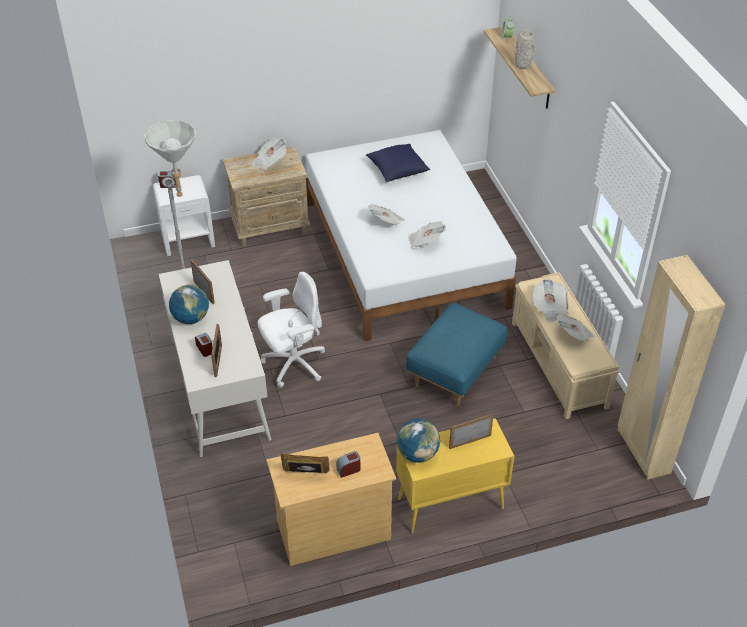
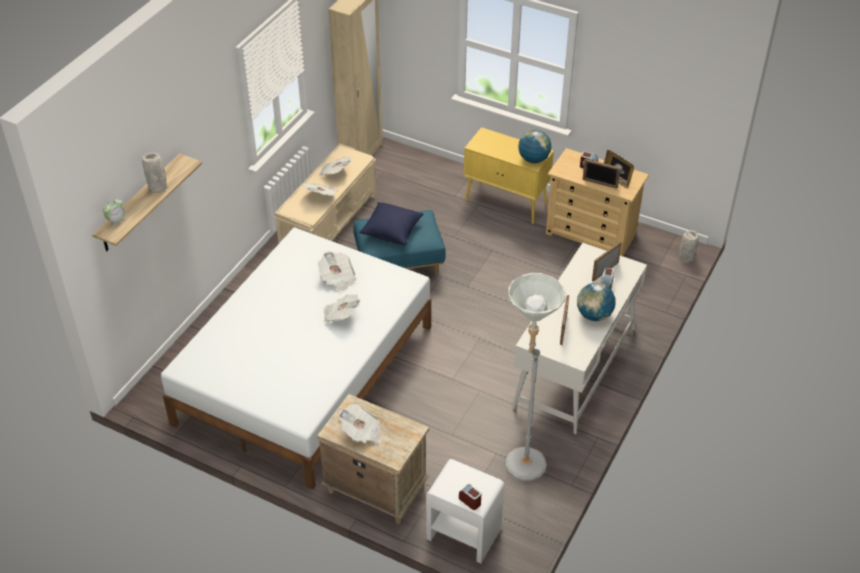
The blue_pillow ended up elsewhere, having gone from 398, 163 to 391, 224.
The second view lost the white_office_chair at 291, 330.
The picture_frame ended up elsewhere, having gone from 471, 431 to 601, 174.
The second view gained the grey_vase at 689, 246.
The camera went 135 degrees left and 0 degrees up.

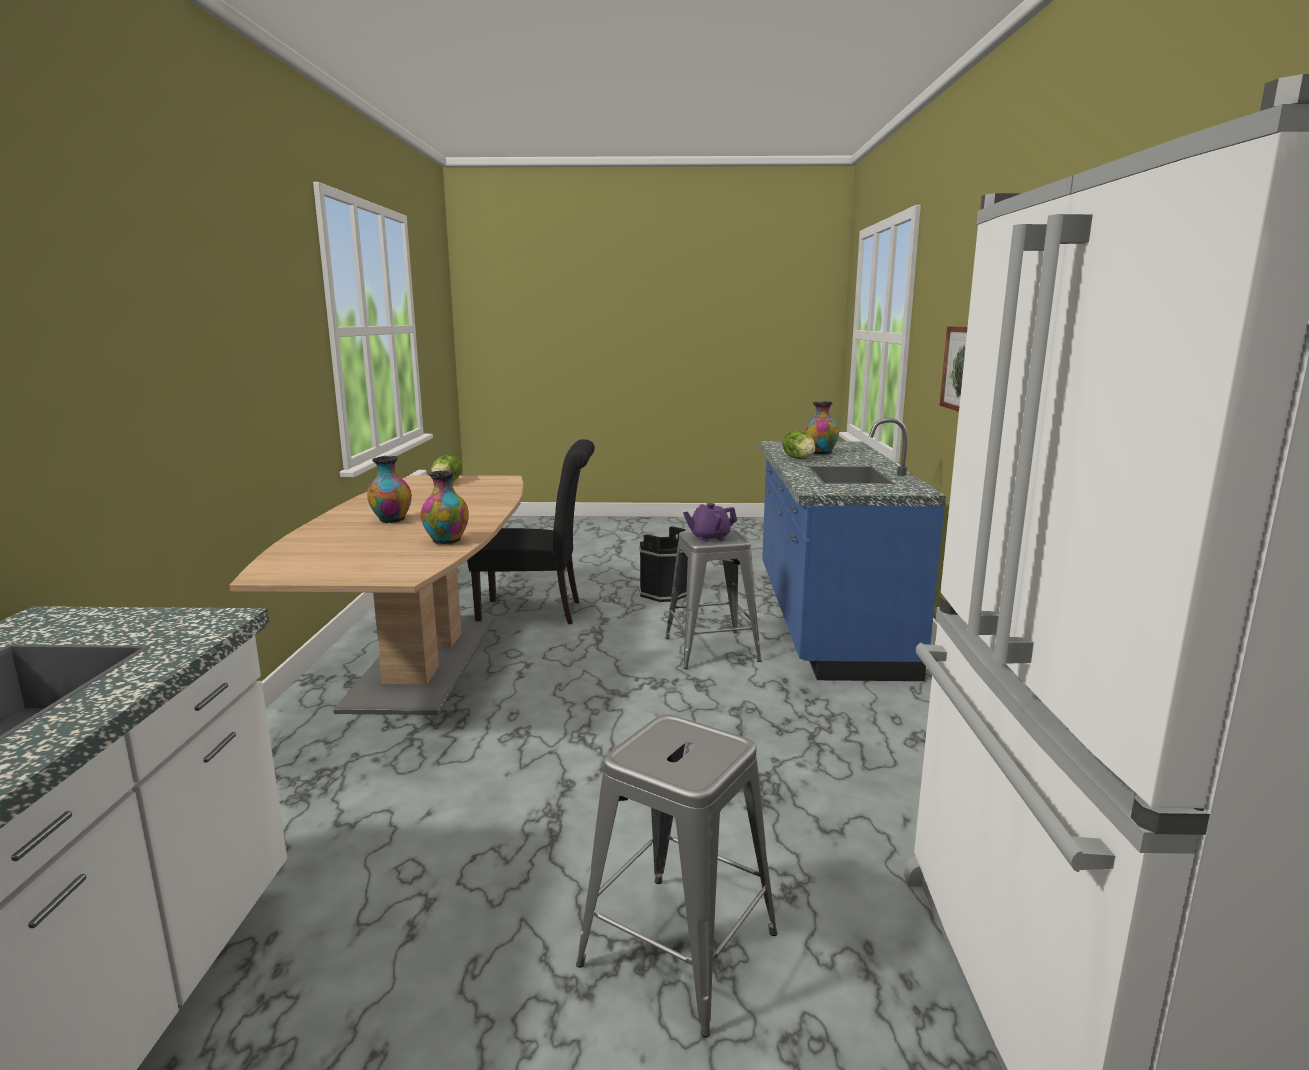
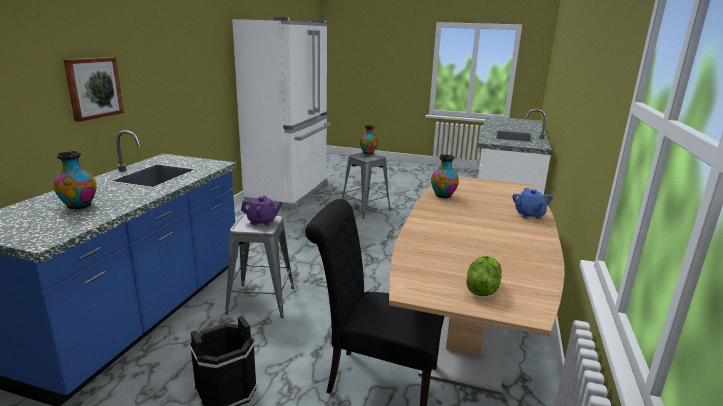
The second view lost the lettuce at 799, 445.
The vase ended up elsewhere, having gone from 389, 489 to 369, 139.
The second view gained the blue_teapot at 532, 203.
The camera went 165 degrees left and 5 degrees up.

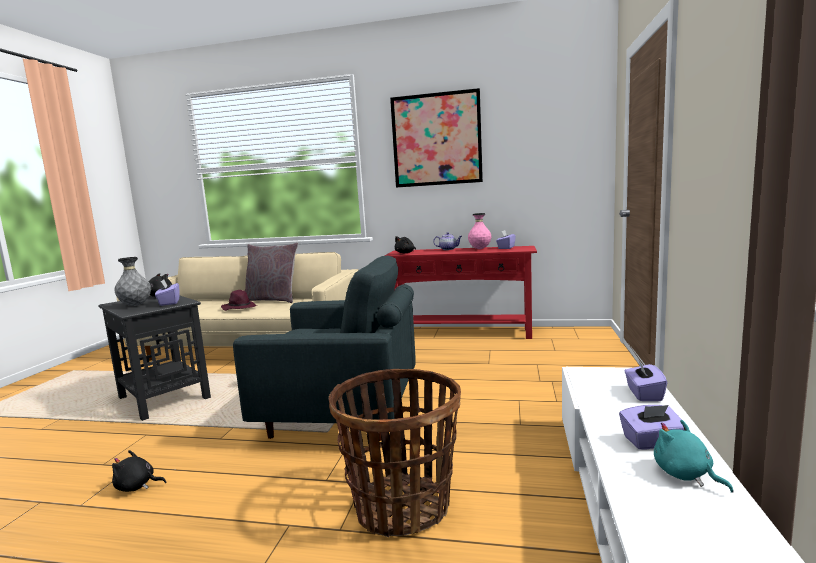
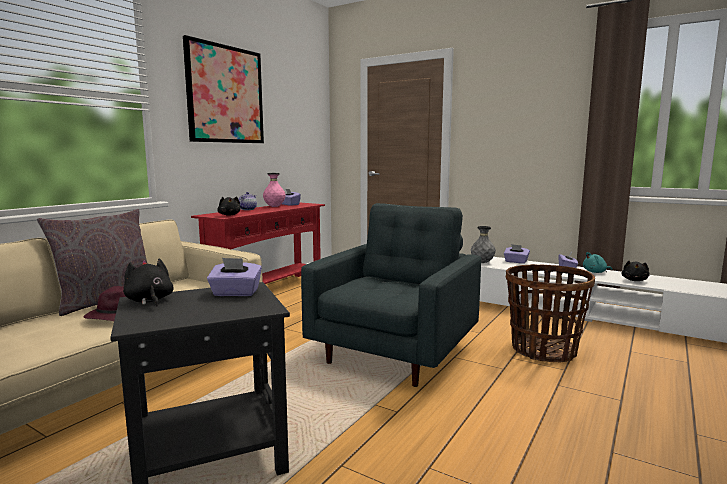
The grey_vase ended up elsewhere, having gone from 132, 281 to 483, 244.
The black_plush_toy ended up elsewhere, having gone from 139, 471 to 635, 271.
The camera went 70 degrees left and 0 degrees up.

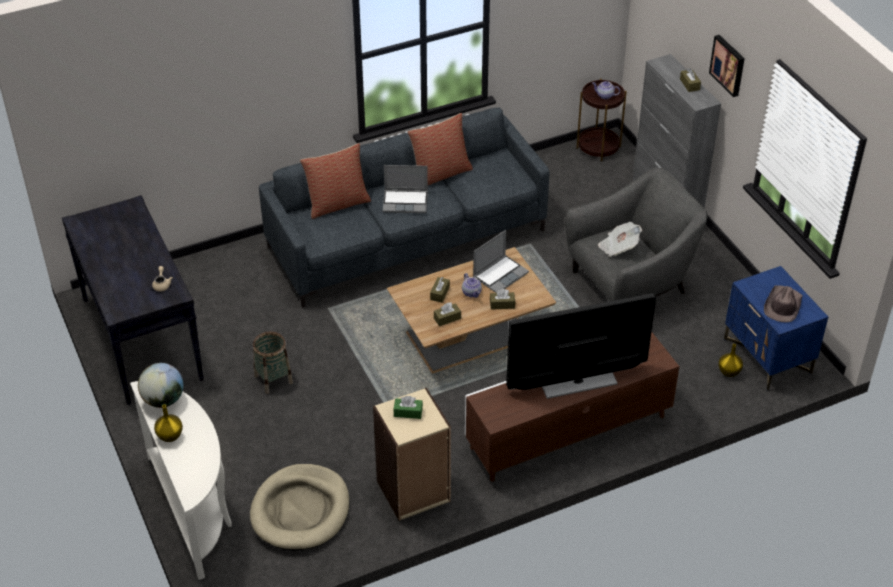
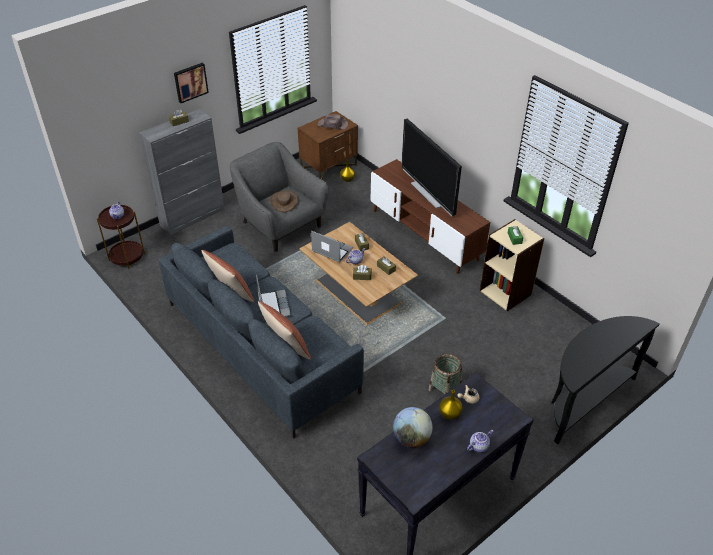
Where the newspaper stood at 620, 239, the brown_hat came to stand at 284, 201.
What was the blue_nightstand at 776, 328 turned into the brown_nightstand at 328, 145.
The globe ended up elsewhere, having gone from 160, 385 to 413, 427.
What was the white_console_table at 181, 480 turned into the black_console_table at 605, 380.
The yellow_vase ended up elsewhere, having gone from 168, 423 to 451, 405.
The second view lost the beige_dog_bed at 300, 507.
The second view gained the teapot at 480, 441.
The camera went 105 degrees left and 0 degrees up.

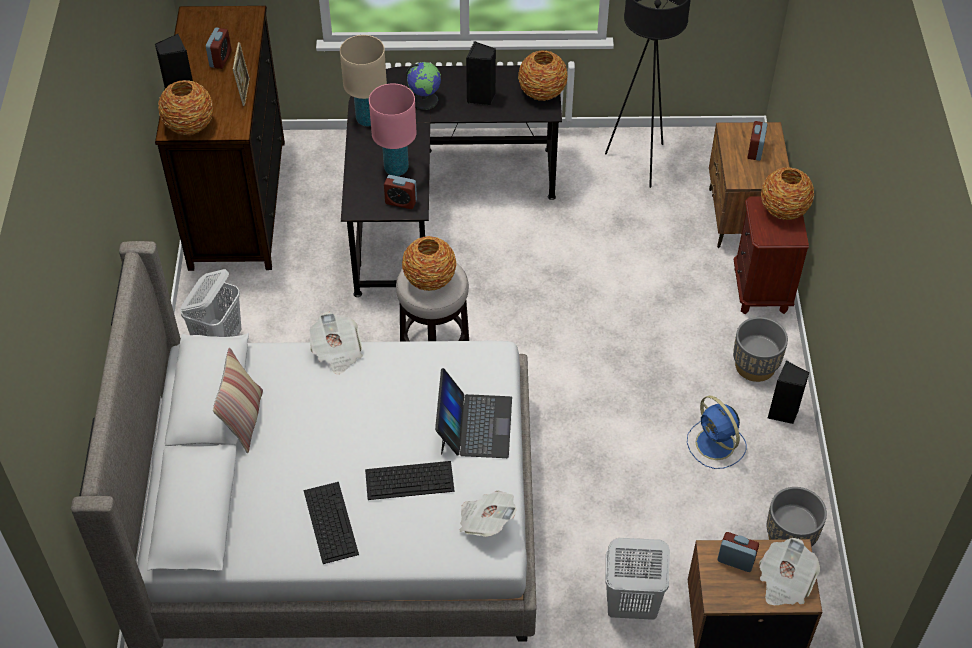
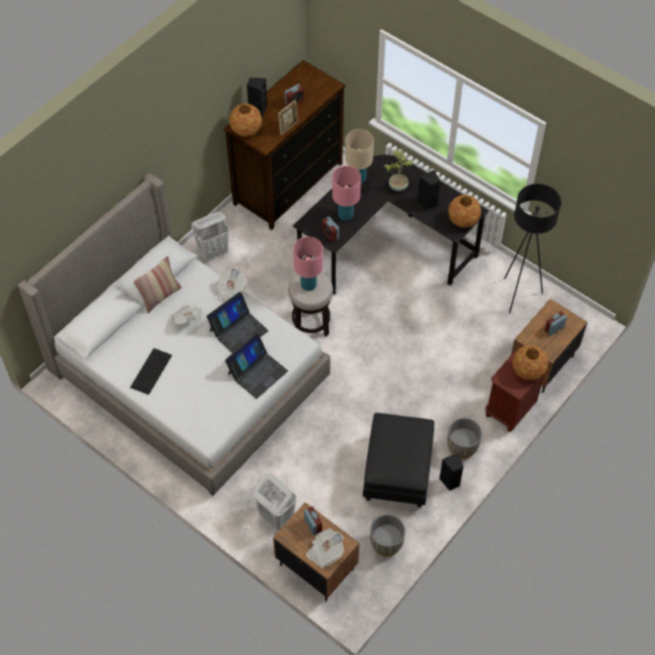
Where the globe stood at 423, 86, the potted_plant came to stand at 398, 170.
Where the vase stood at 429, 263, the pink_table_lamp came to stand at 308, 264.
Where the blue_fan stood at 717, 432, the black_ottoman came to stand at 398, 460.
The second view lost the keyboard at 410, 480.
The newspaper ended up elsewhere, having gone from 488, 513 to 186, 315.
The second view gained the laptop at 237, 322.
The camera went 40 degrees right and 5 degrees up.

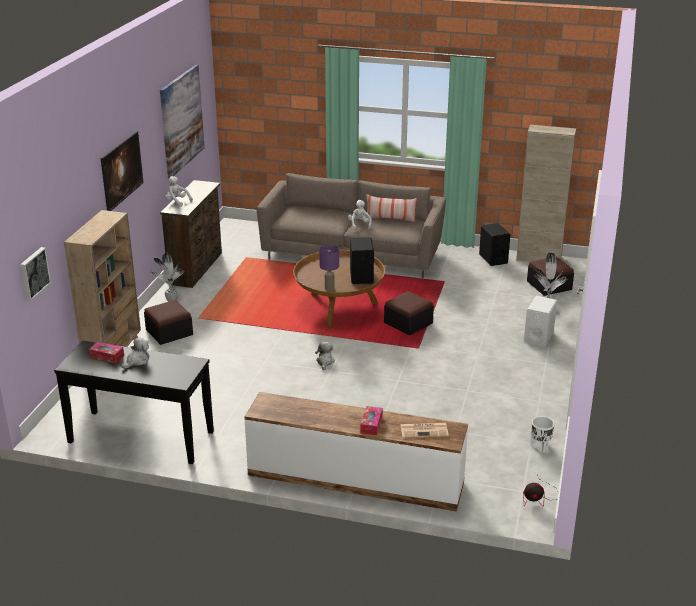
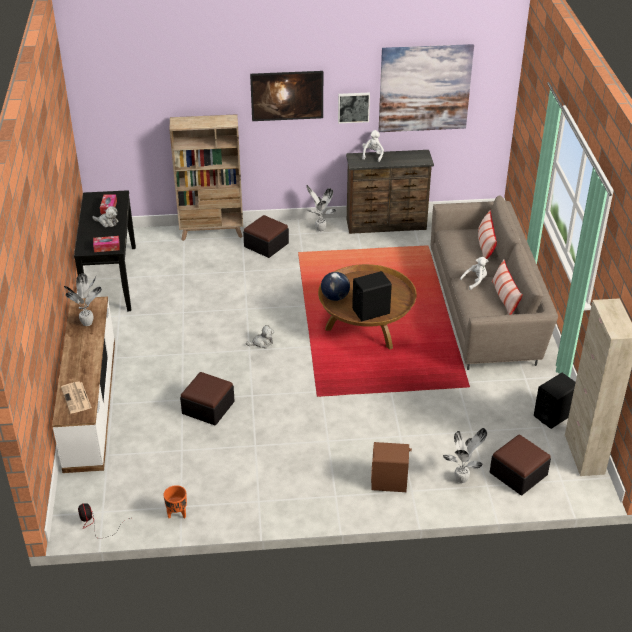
Where the purple_table_lamp stood at 329, 268, the globe came to stand at 335, 286.
The picture ended up elsewhere, having gone from 35, 274 to 354, 107.
The ottoman ended up elsewhere, having gone from 409, 313 to 207, 398.
What was the white_speaker at 540, 321 turned into the brown_speaker at 391, 467.
The tissue_box ended up elsewhere, having gone from 371, 420 to 106, 244.
What was the white_planter at 543, 434 turned into the orange_planter at 175, 501.
The second view gained the pillow at 487, 234.
The second view gained the potted_plant at 83, 300.
The camera went 70 degrees right and 10 degrees up.

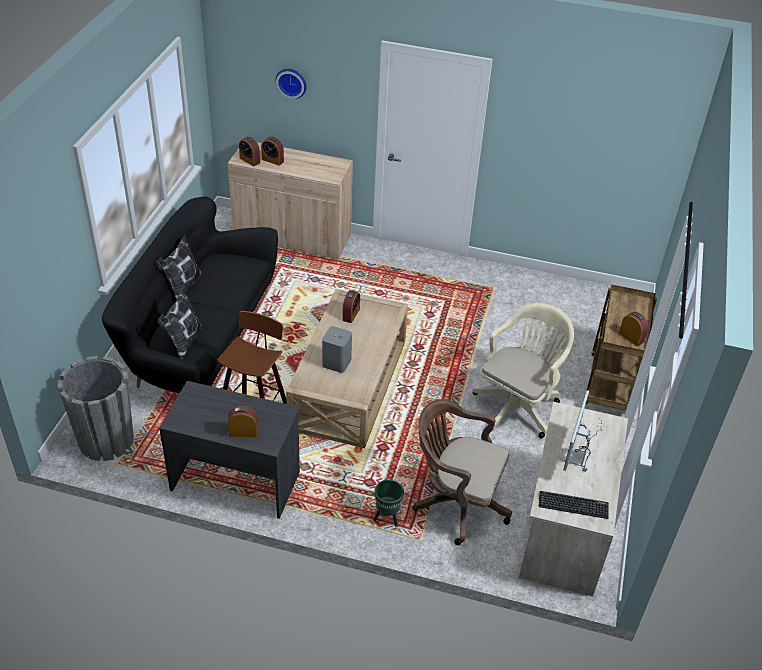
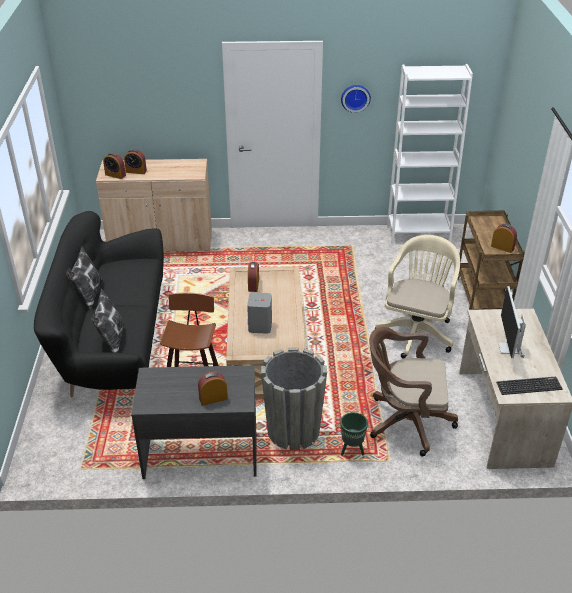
The wall_clock ended up elsewhere, having gone from 290, 84 to 356, 99.
The grey_planter ended up elsewhere, having gone from 96, 408 to 294, 398.
The second view gained the white_bookcase at 430, 154.
The camera went 15 degrees left and 5 degrees down.

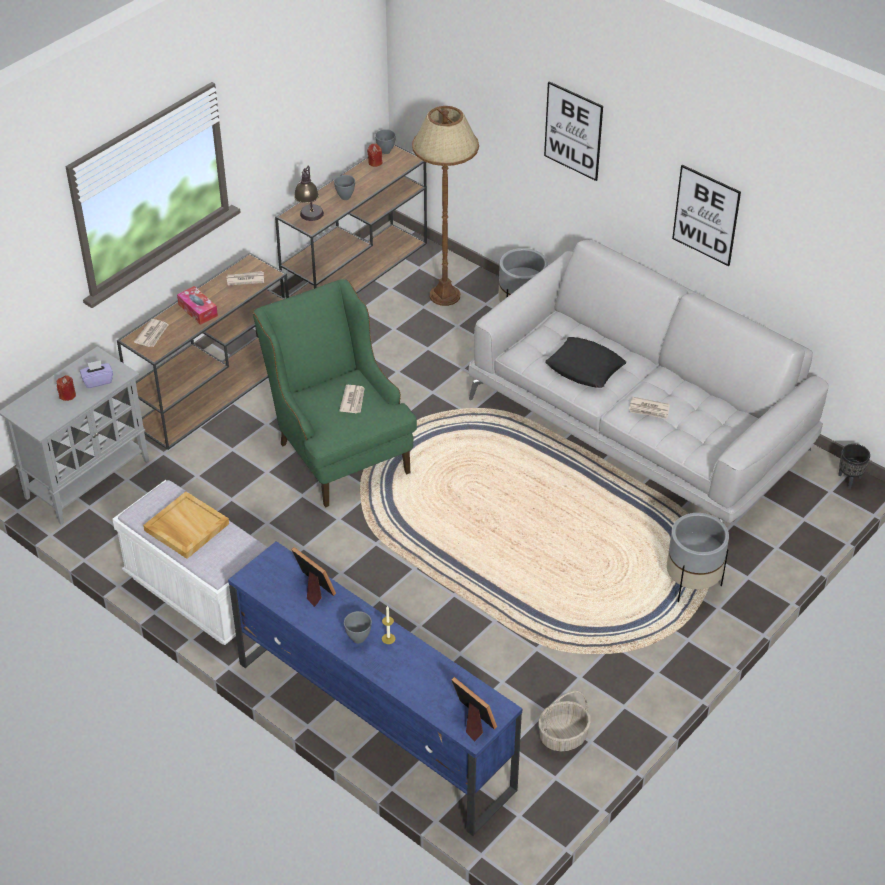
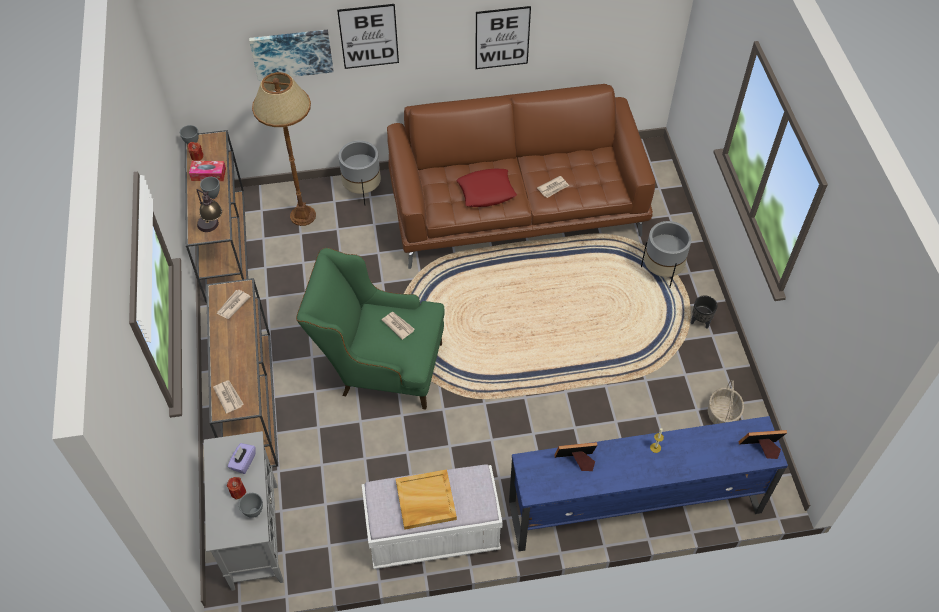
What was the grey_sofa at 648, 381 turned into the brown_sofa at 521, 176.
The tissue_box ended up elsewhere, having gone from 197, 305 to 207, 171.
What was the black_pillow at 585, 362 turned into the red_pillow at 487, 188.
The black_planter ended up elsewhere, having gone from 854, 466 to 704, 312.
The grey_bowl ended up elsewhere, having gone from 358, 627 to 251, 505.
The second view gained the picture at 291, 55.
The camera went 50 degrees left and 10 degrees up.

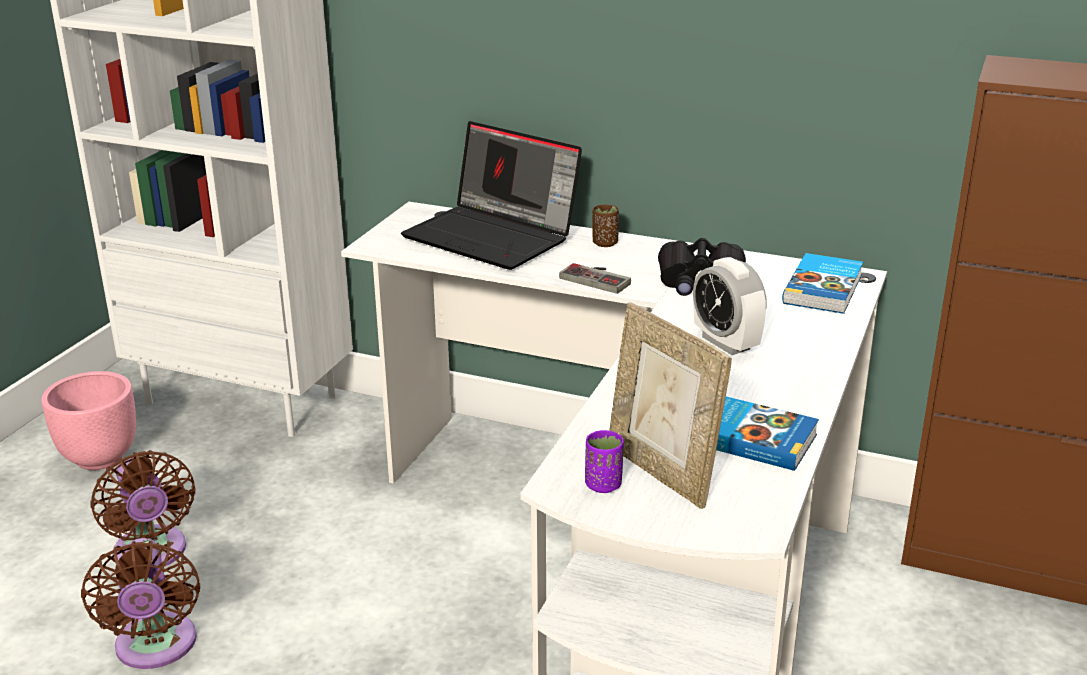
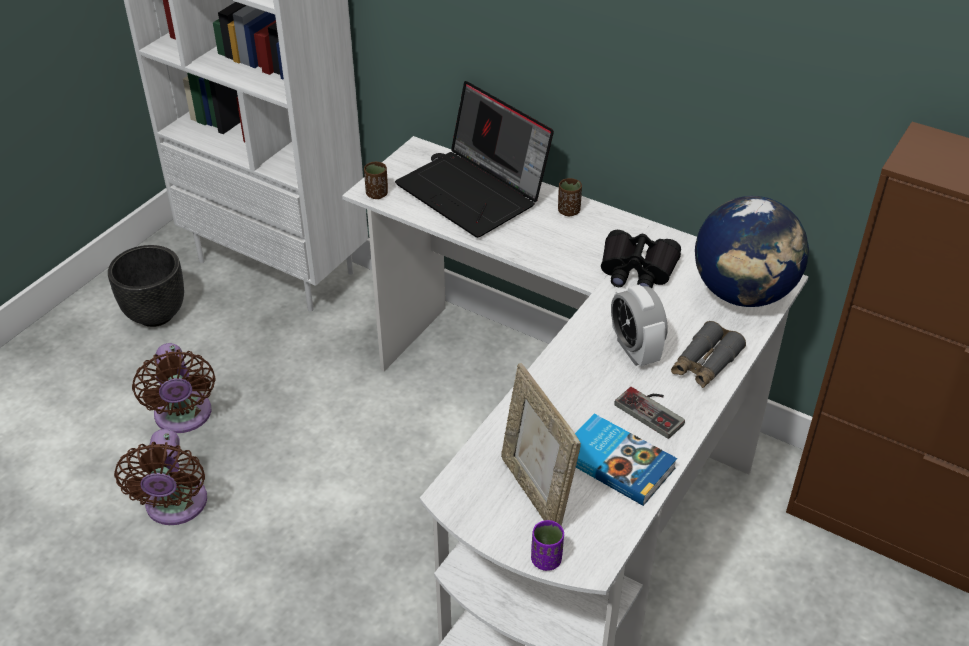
Where the book stood at 822, 283, the globe came to stand at 752, 251.
The game_controller ended up elsewhere, having gone from 595, 278 to 649, 413.
What was the pink_planter at 88, 420 turned into the black_planter at 146, 286.
The purple_cup ended up elsewhere, having gone from 604, 461 to 547, 545.
The second view gained the brown_cup at 376, 180.
The second view gained the grey_binoculars at 708, 354.
The camera went 10 degrees right and 15 degrees up.

